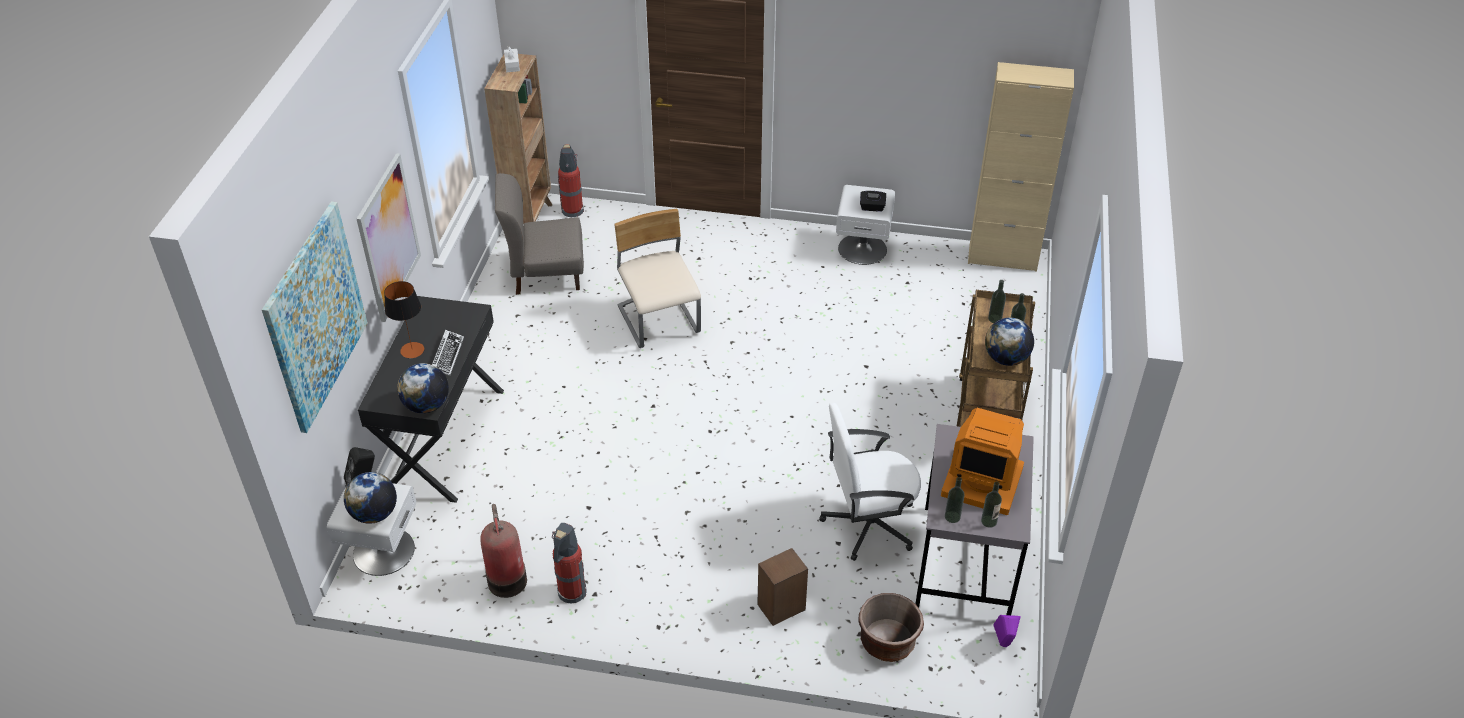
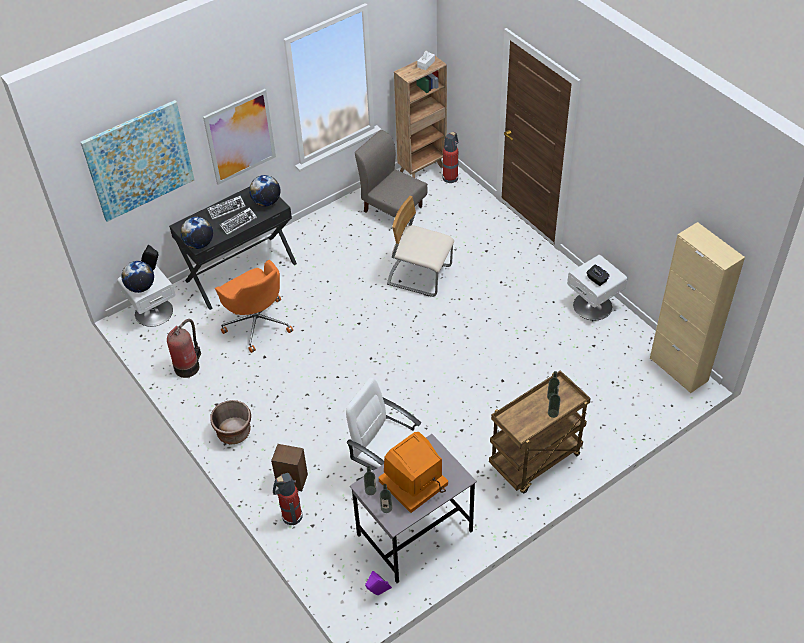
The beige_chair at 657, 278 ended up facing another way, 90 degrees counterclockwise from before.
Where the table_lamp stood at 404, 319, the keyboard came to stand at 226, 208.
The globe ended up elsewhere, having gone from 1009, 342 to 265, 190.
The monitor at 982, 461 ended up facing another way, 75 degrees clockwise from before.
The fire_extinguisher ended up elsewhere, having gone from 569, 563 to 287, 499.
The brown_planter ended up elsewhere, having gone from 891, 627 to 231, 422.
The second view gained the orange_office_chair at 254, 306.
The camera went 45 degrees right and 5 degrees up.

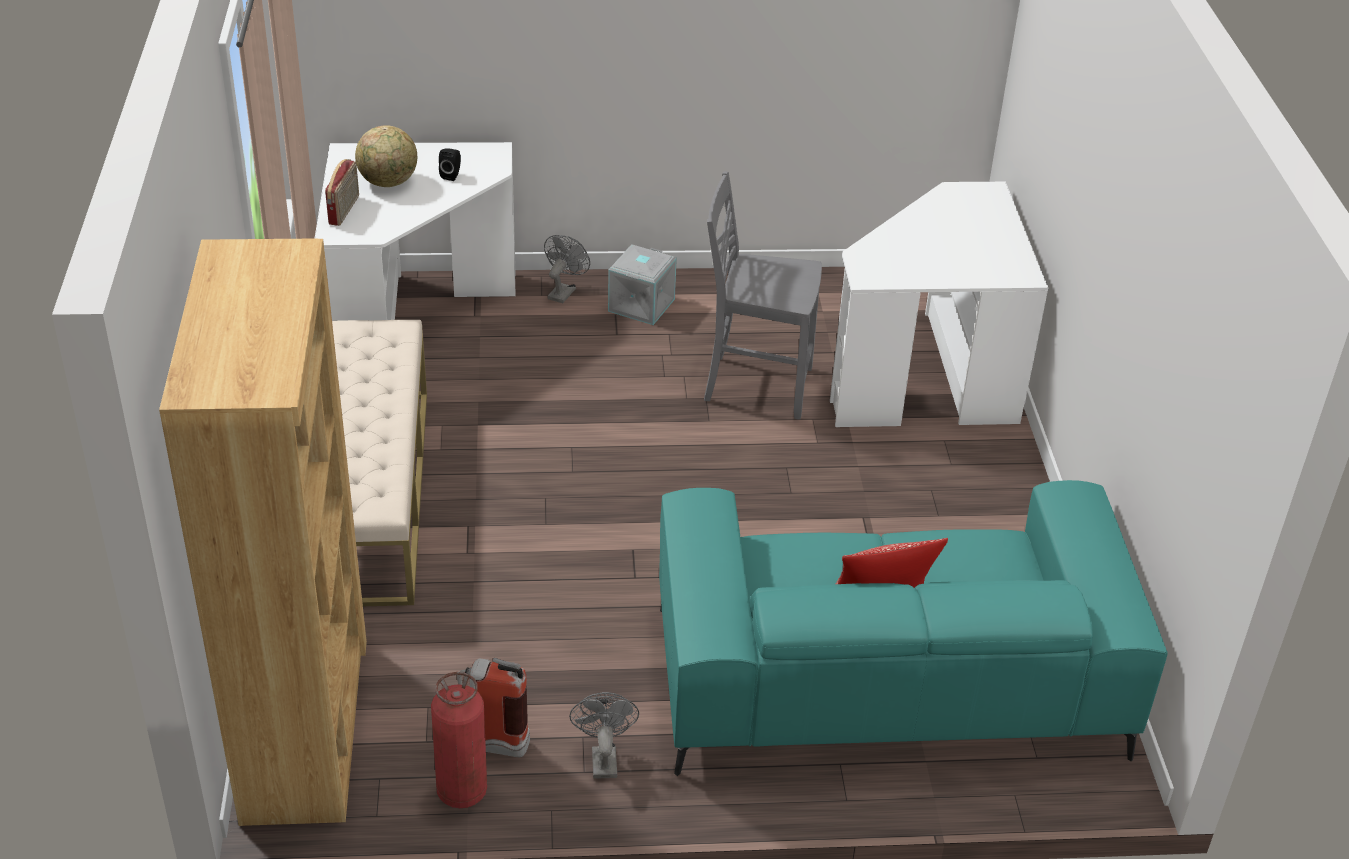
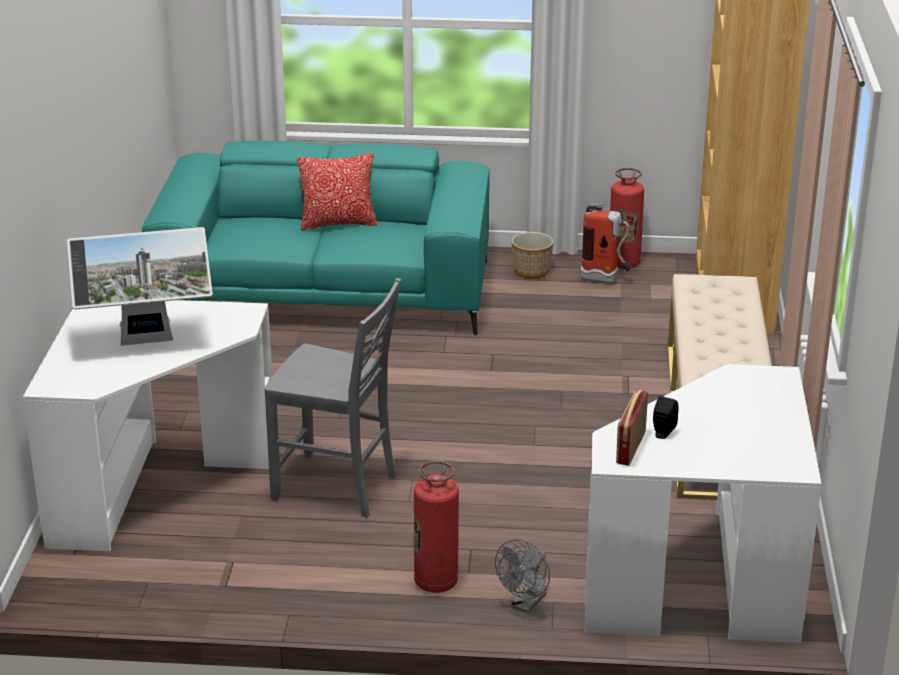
The second view lost the globe at 386, 156.
The radio ended up elsewhere, having gone from 342, 192 to 632, 428.
Where the grey_storage_box stood at 642, 284, the fire_extinguisher came to stand at 436, 527.
Where the grey_fan stood at 604, 735, the planter came to stand at 532, 255.
The second view gained the monitor at 140, 286.
The camera went 170 degrees left and 10 degrees down.

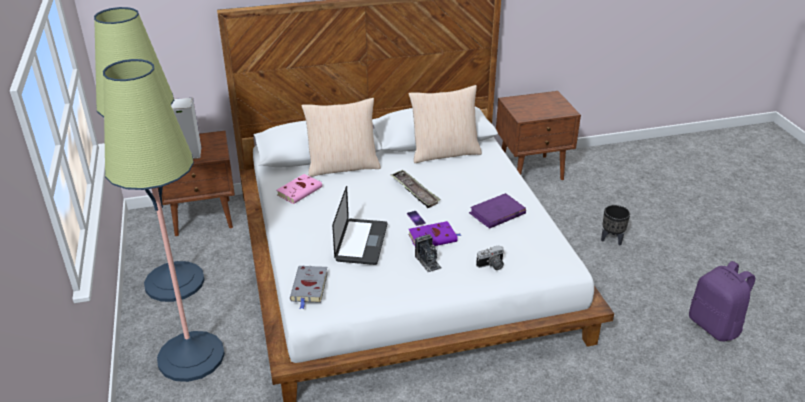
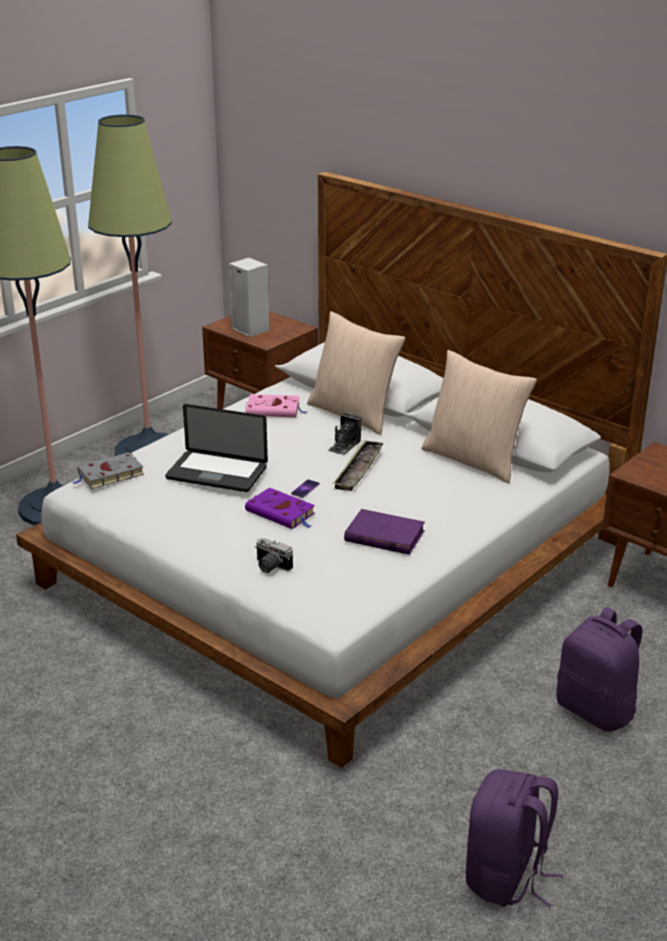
The laptop at 359, 225 ended up facing another way, 45 degrees clockwise from before.
Where the black_planter stood at 615, 225, the purple_backpack came to stand at 599, 669.
The photo_camera ended up elsewhere, having gone from 428, 253 to 345, 434.
The camera went 55 degrees right and 5 degrees down.

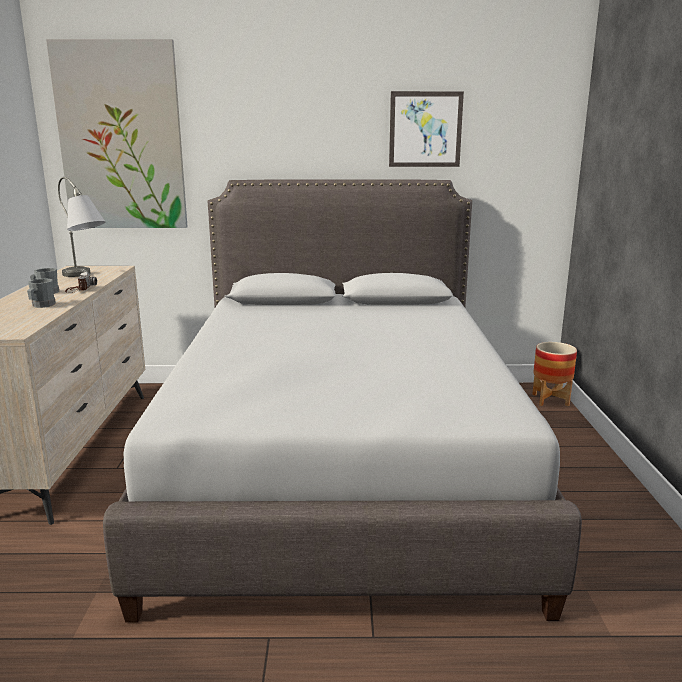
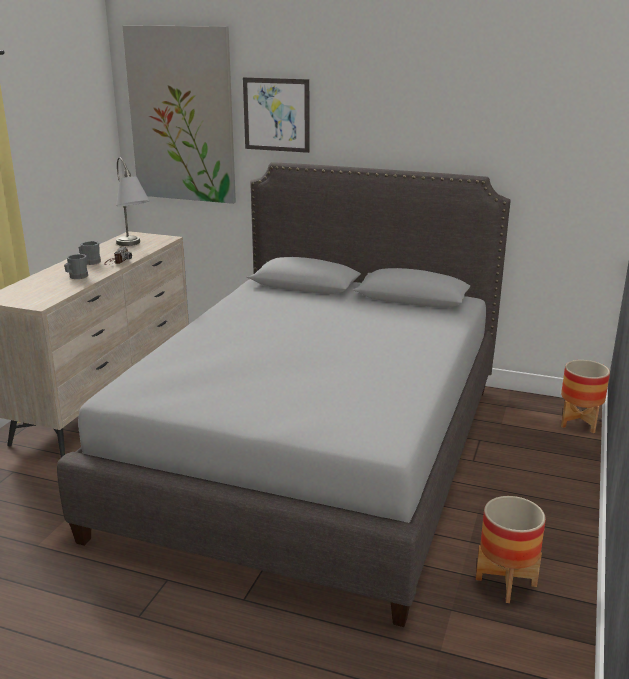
The picture ended up elsewhere, having gone from 426, 129 to 276, 115.
The second view gained the planter at 511, 549.
The camera went 20 degrees right and 5 degrees up.

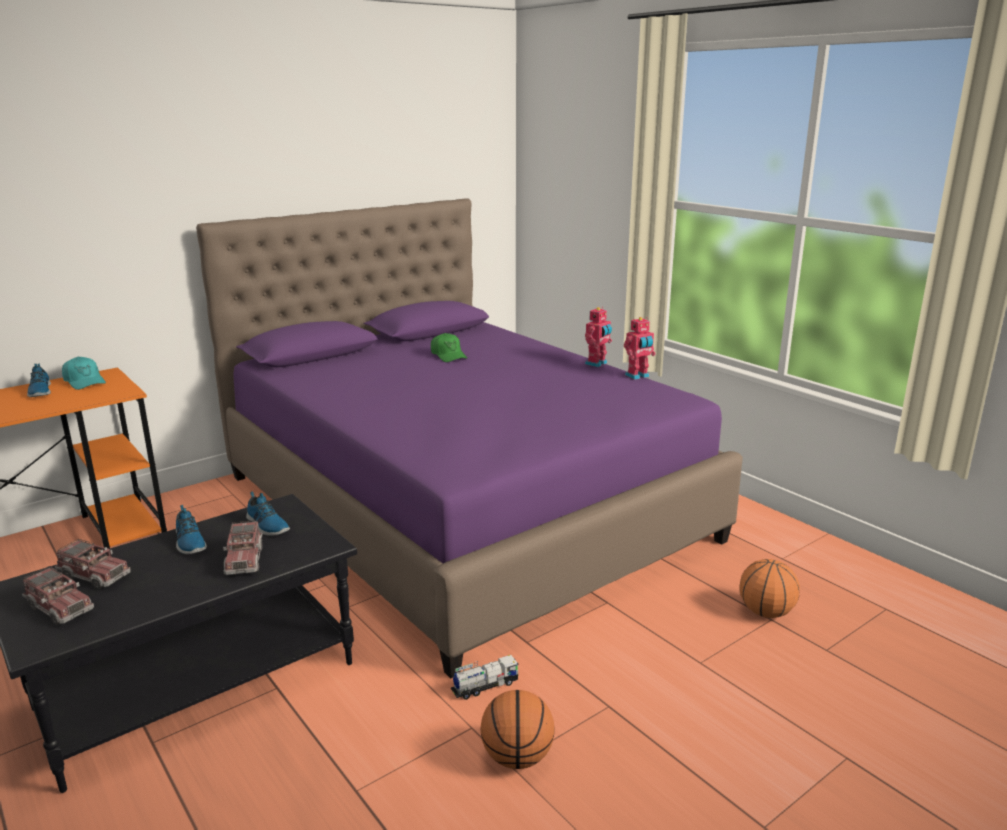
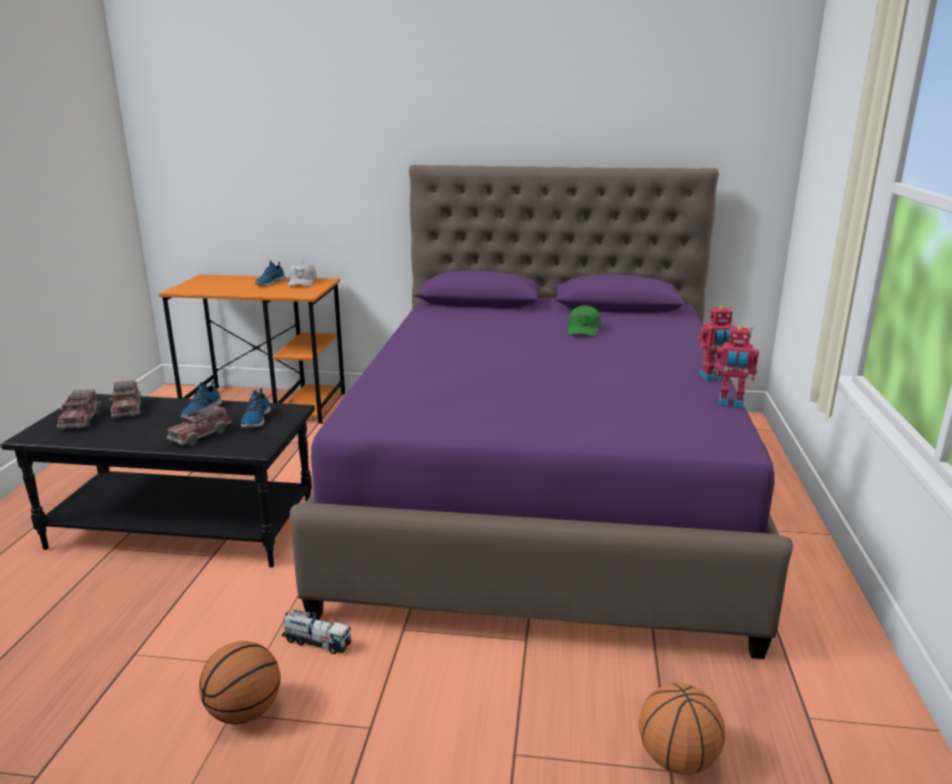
What was the turquoise_cap at 84, 373 turned into the white_cap at 302, 274.
The camera went 45 degrees right and 0 degrees up.

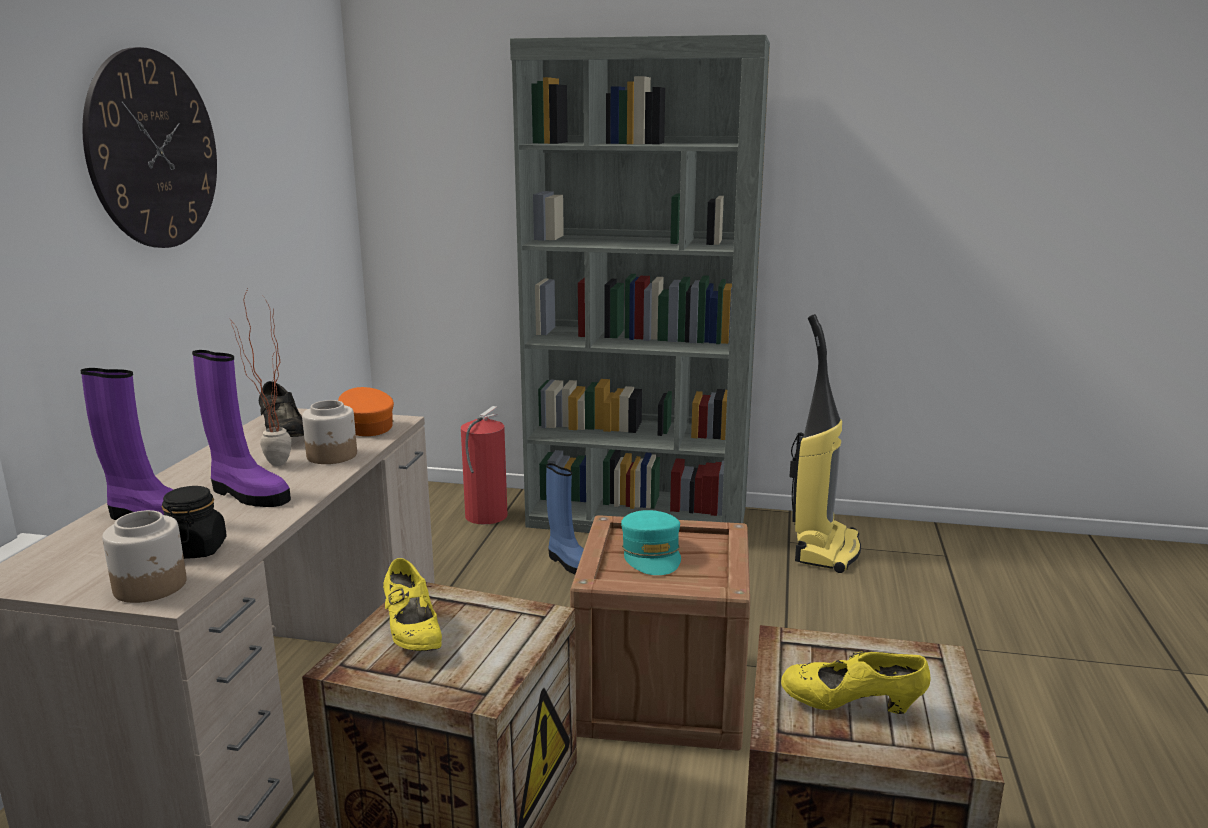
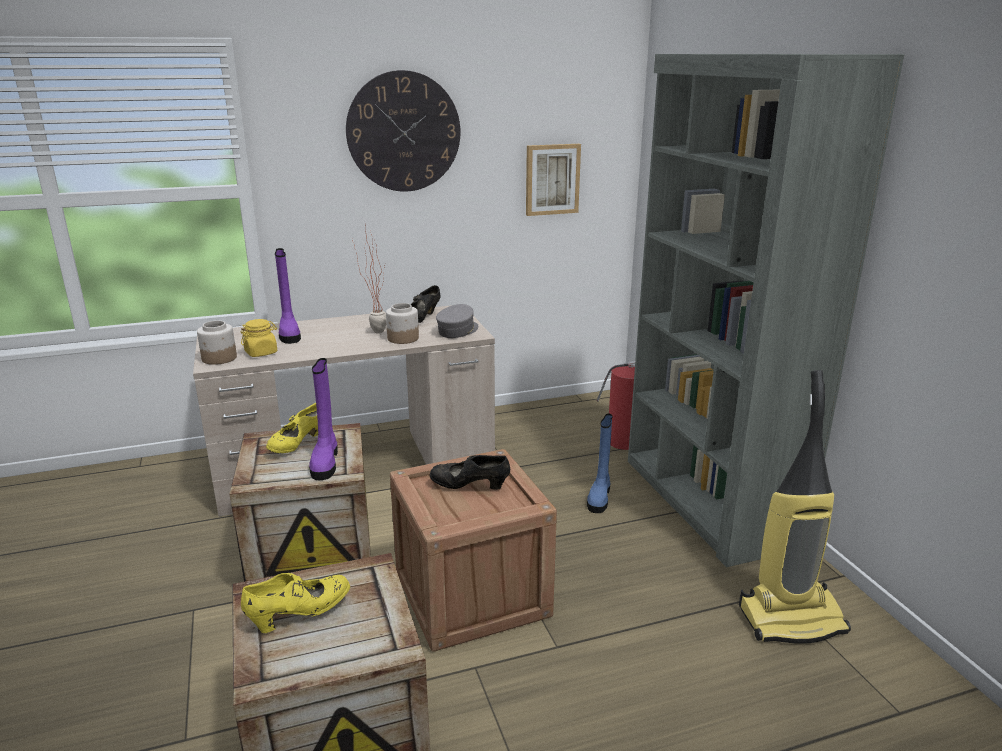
The purple_boot ended up elsewhere, having gone from 241, 428 to 323, 419.
What was the orange_cap at 366, 411 turned into the grey_cap at 457, 321.
What was the black_jar at 194, 522 turned into the yellow_jar at 259, 338.
Where the turquoise_cap stood at 651, 542, the black_shoe came to stand at 470, 472.
The yellow_shoe at 856, 683 ended up facing another way, 75 degrees clockwise from before.
The second view gained the picture at 553, 180.
The camera went 60 degrees right and 5 degrees up.

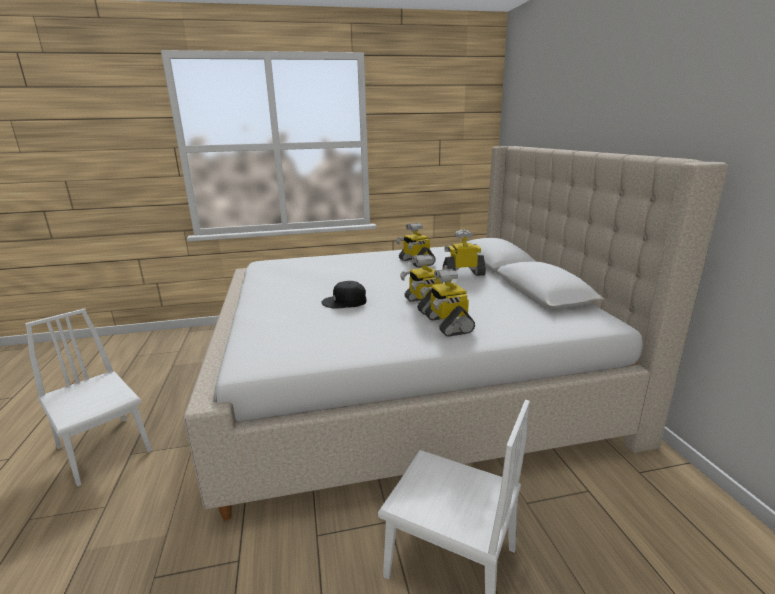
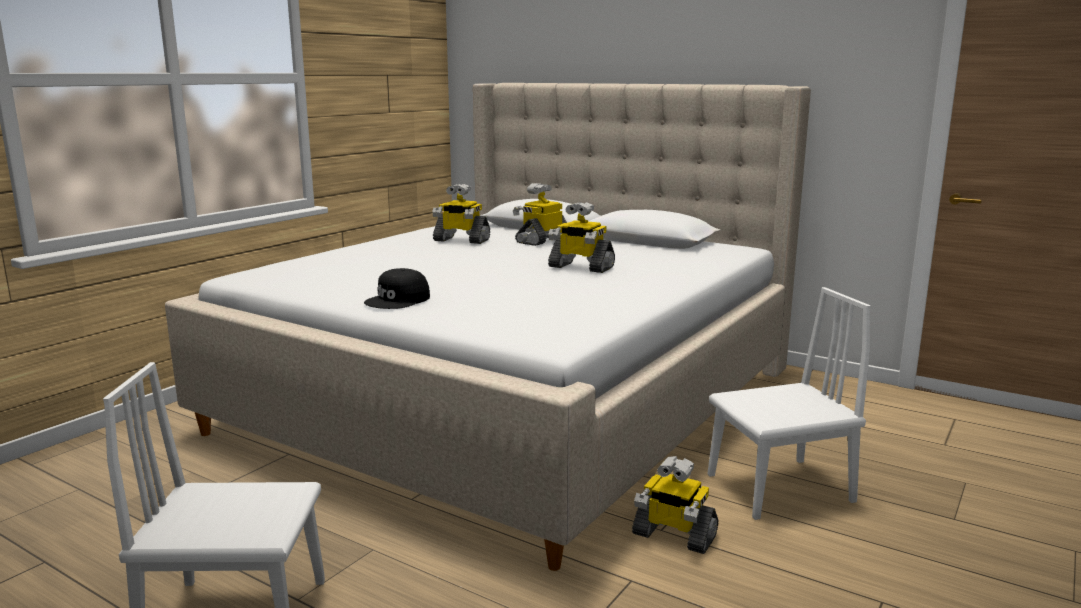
The toy_robot ended up elsewhere, having gone from 447, 303 to 675, 505.
The black_cap ended up elsewhere, having gone from 344, 295 to 397, 288.
The camera went 45 degrees left and 5 degrees down.

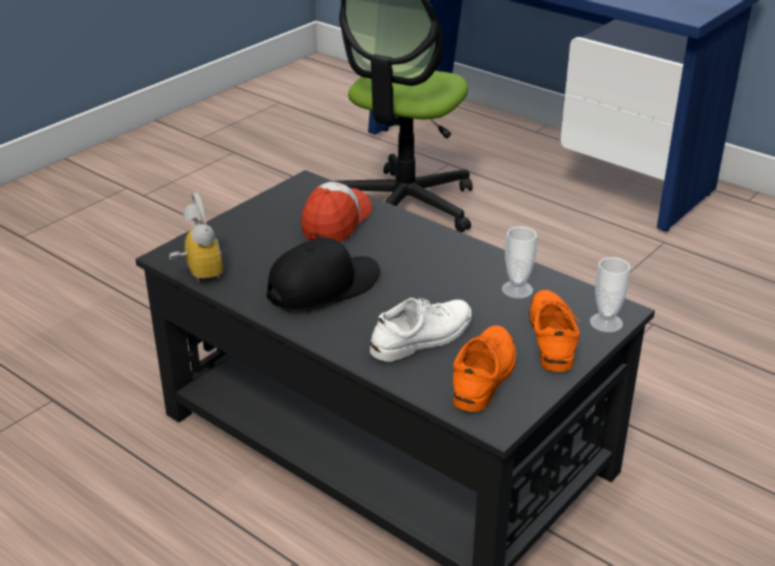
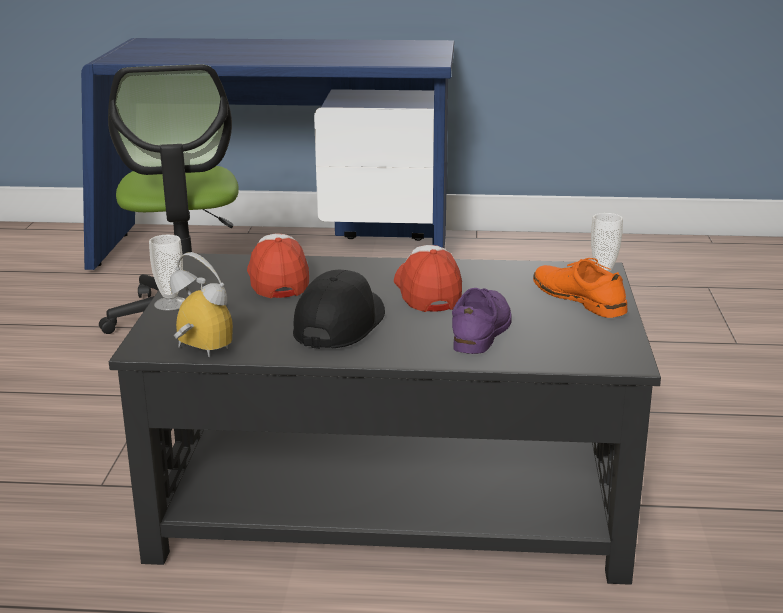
The cup ended up elsewhere, having gone from 519, 263 to 167, 273.
What was the white_shoe at 421, 330 turned into the purple_shoe at 482, 321.
The second view lost the orange_shoe at 484, 368.
The second view gained the cap at 428, 278.
The camera went 35 degrees left and 10 degrees down.

